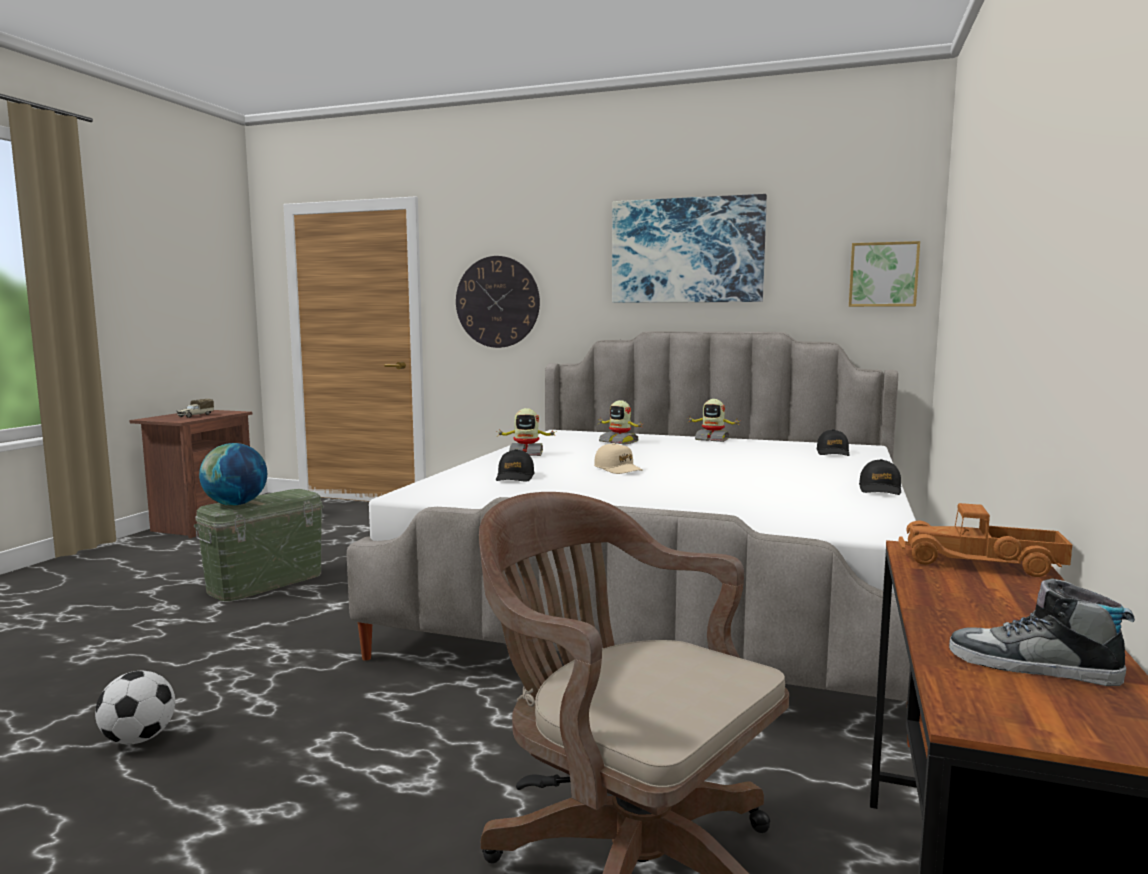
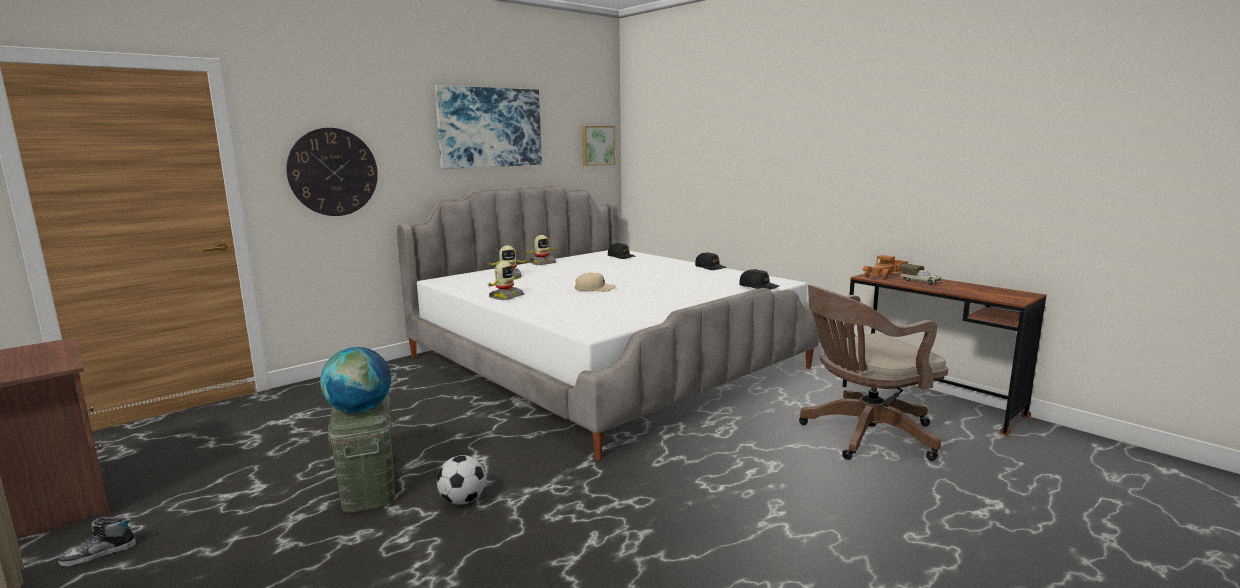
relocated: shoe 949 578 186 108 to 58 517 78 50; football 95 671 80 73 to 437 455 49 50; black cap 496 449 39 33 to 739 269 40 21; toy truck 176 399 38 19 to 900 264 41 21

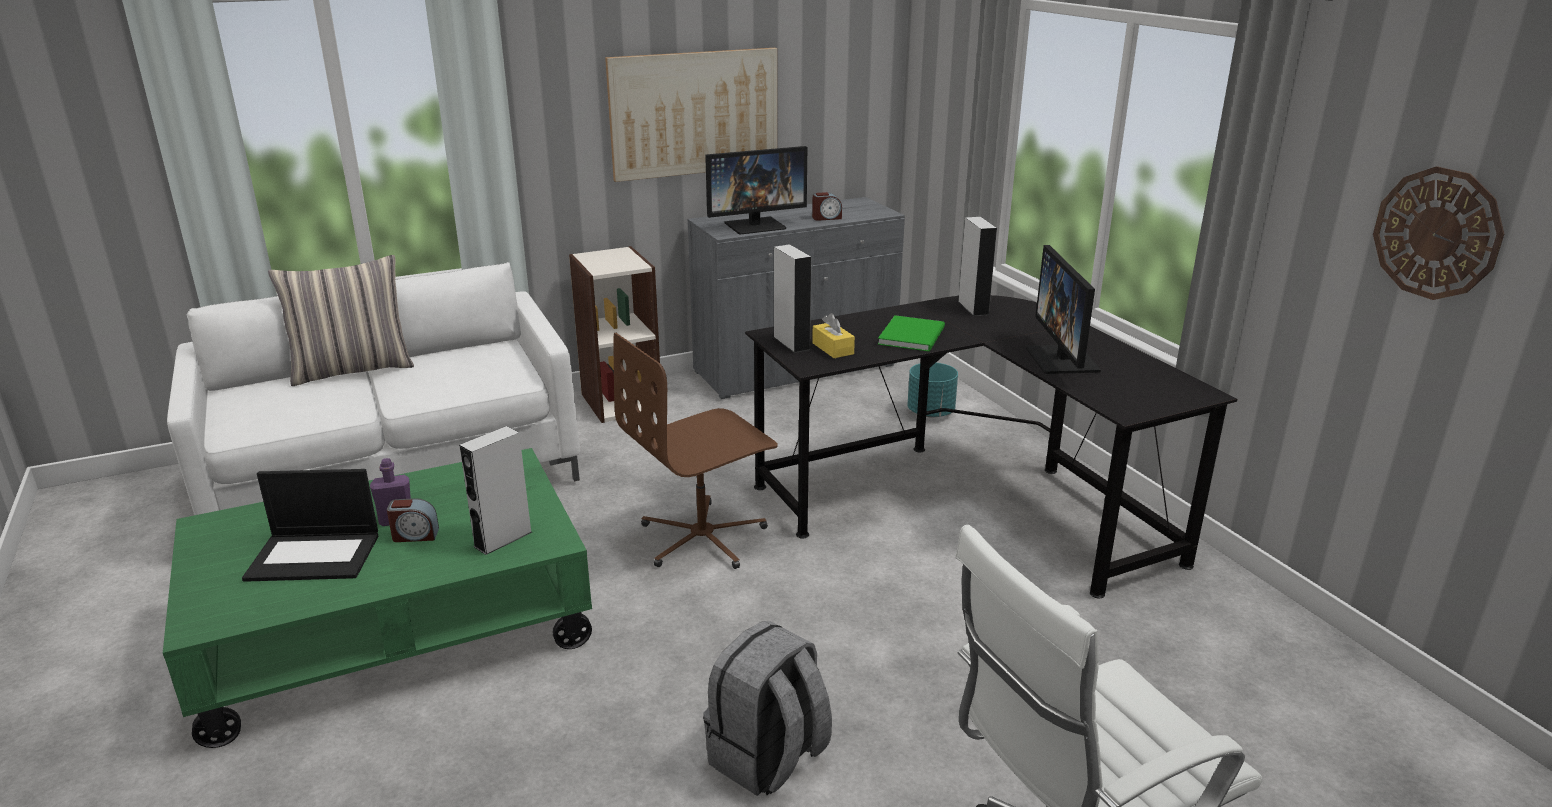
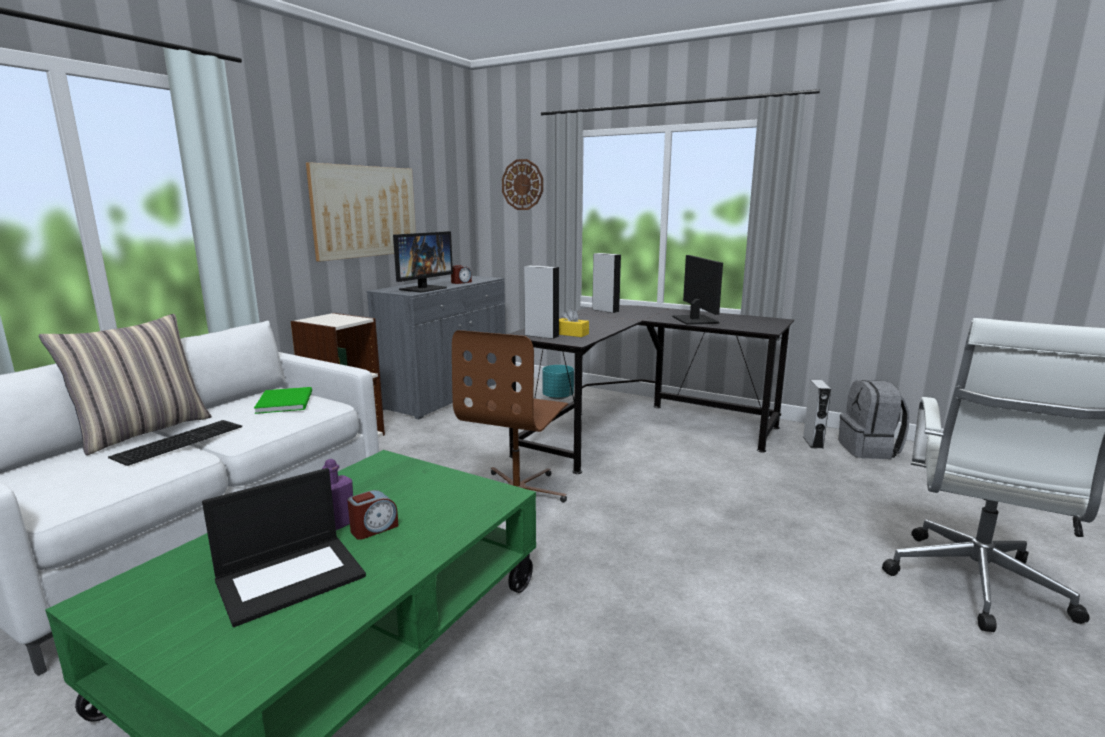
appeared: keyboard 108 420 134 46
relocated: green book 878 315 67 36 to 254 387 58 27; wall clock 1373 166 131 134 to 502 159 41 51; grey speaker 459 426 73 129 to 803 380 28 69; grey backpack 703 621 129 175 to 839 380 70 79
spun: monitor 1026 245 75 129 = 672 255 51 70 150 degrees counterclockwise

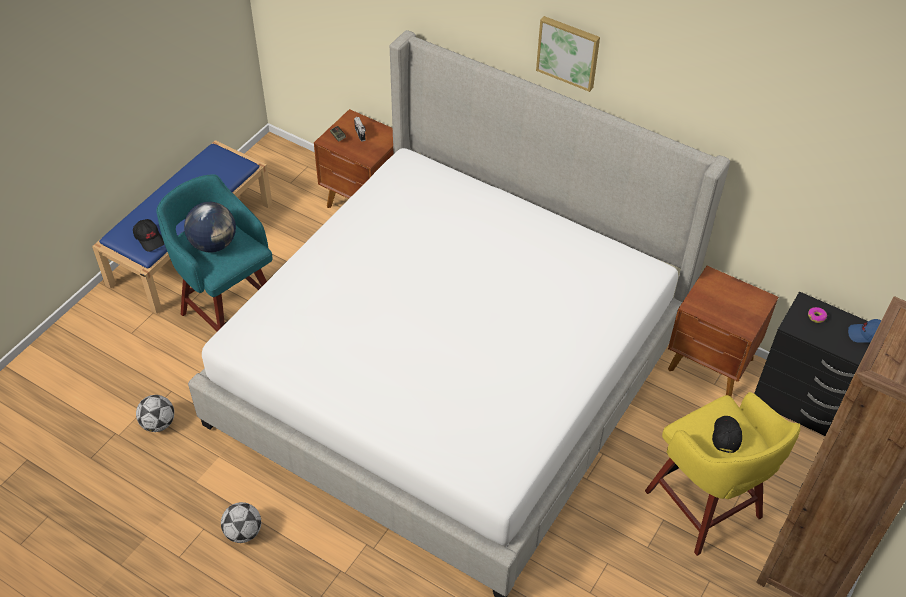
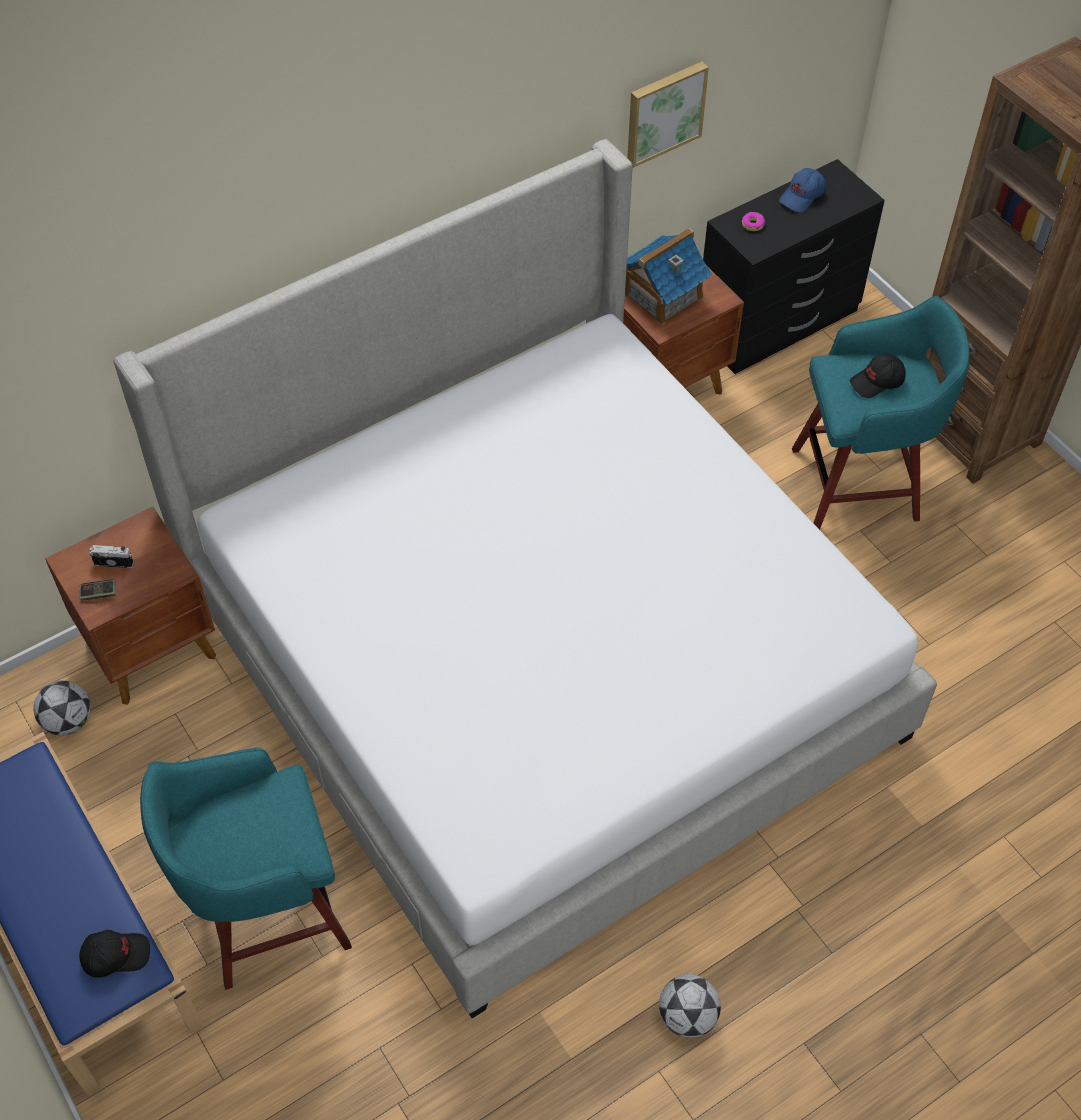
missing: globe 184 202 52 50
appeared: toy house 625 228 87 98
relocated: football 136 395 38 37 to 33 680 58 56; picture 536 16 64 76 to 627 62 82 106
colour: yellow stool 645 392 155 164 to turquoise stool 792 296 178 234
spun: black cap 712 416 30 37 = 850 354 56 44 60 degrees counterclockwise

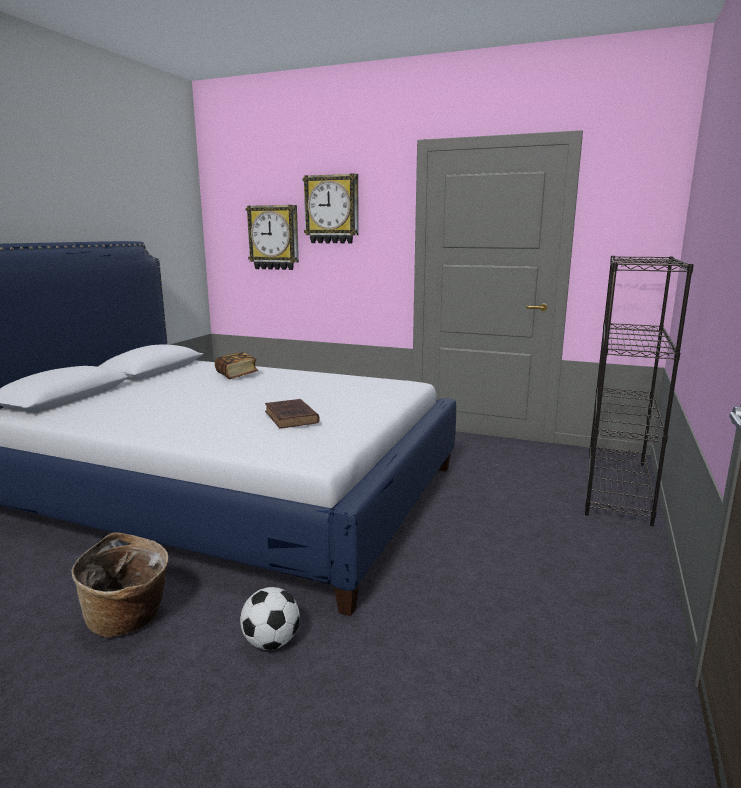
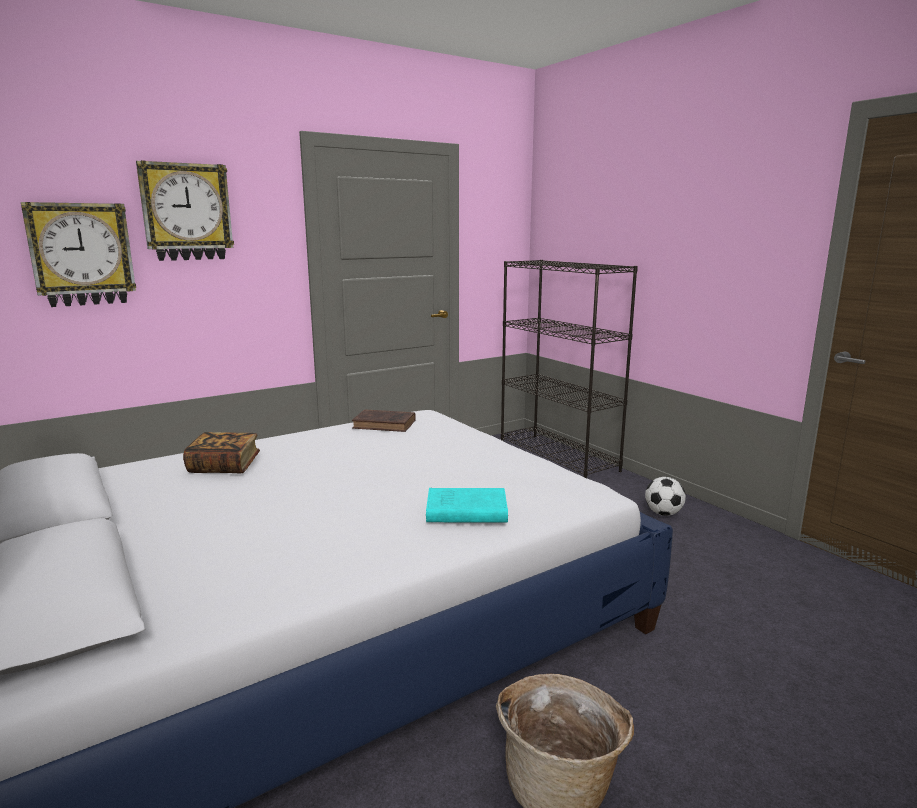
appeared: turquoise book 426 488 82 35
relocated: brown book 265 399 55 29 to 352 409 64 23; football 240 587 60 63 to 645 477 41 39

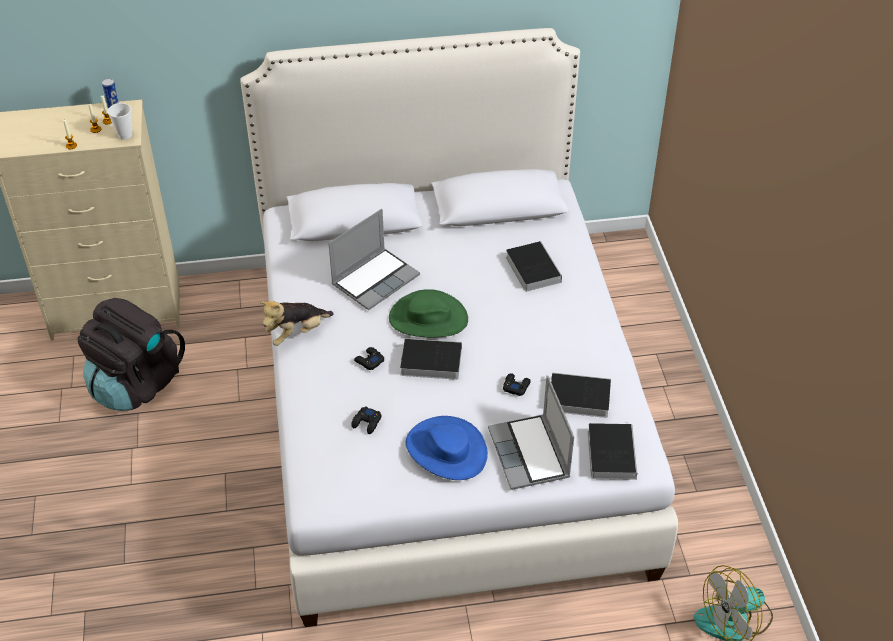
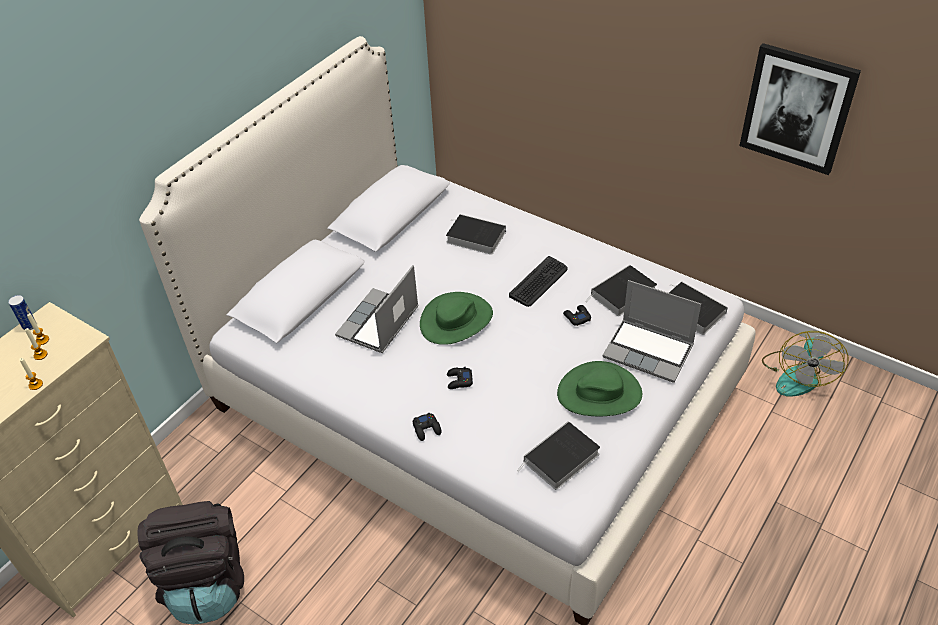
missing: cup 107 103 25 37; plush toy 260 301 73 45
appeared: keyboard 509 256 59 51; picture 739 43 122 132
relocated: black game controller 351 406 30 28 to 413 413 28 28; book 393 338 69 42 to 517 421 83 69
colour: blue hat 406 416 82 64 to green hat 557 361 85 55
spun: laptop 328 209 92 101 = 335 265 84 88 150 degrees counterclockwise

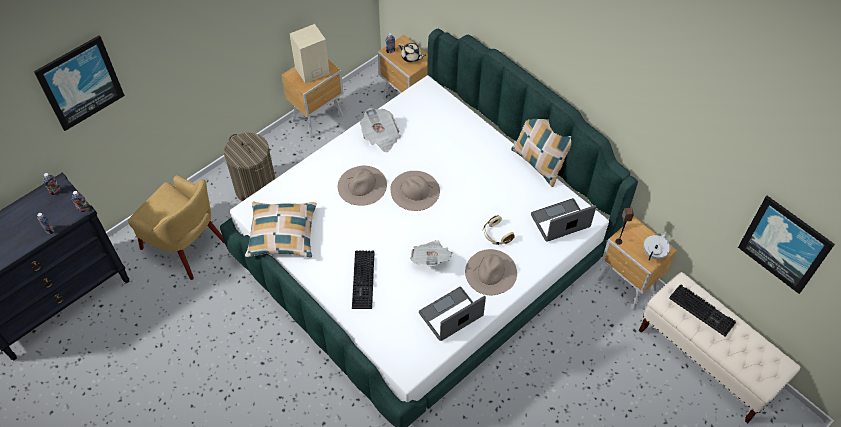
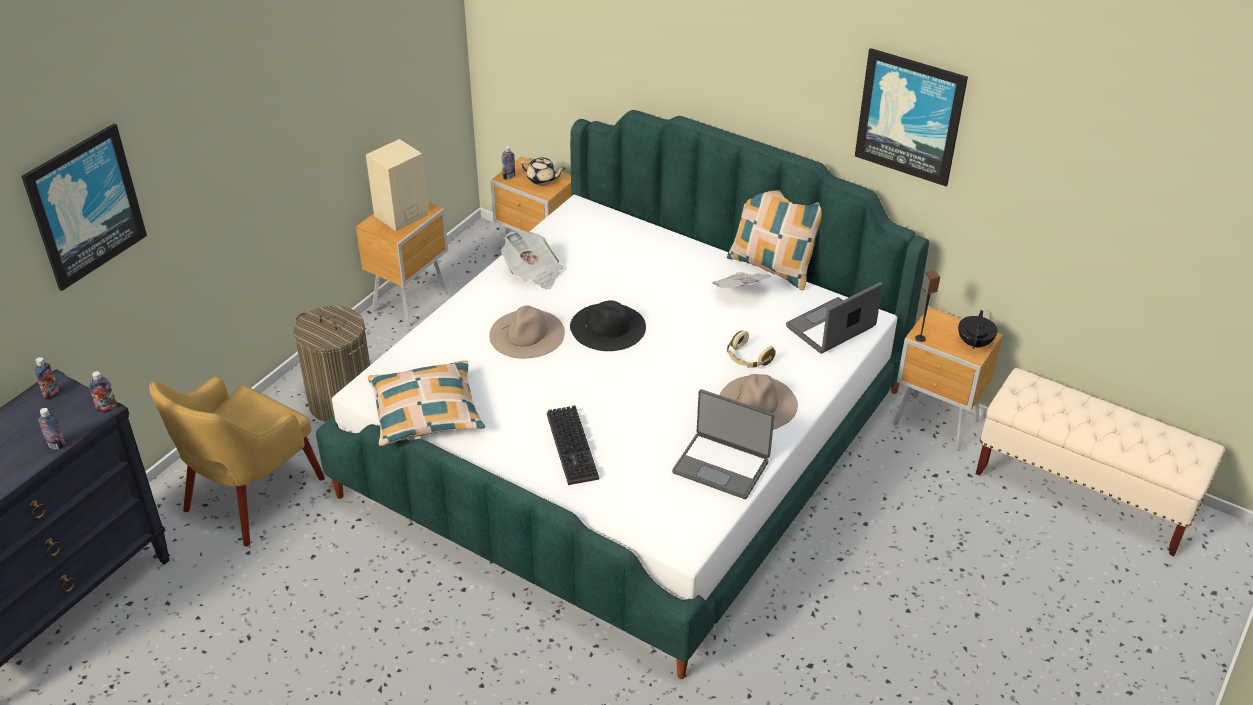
missing: keyboard 669 284 67 53
relocated: newspaper 410 240 43 27 to 712 272 59 16; picture 738 196 97 98 to 855 48 113 138
colour: beige hat 390 171 50 40 to black hat 570 300 76 51; white teapot 644 232 26 29 to black teapot 958 310 40 39
spun: yellow armchair 128 175 97 105 = 149 377 176 169 105 degrees clockwise; laptop 419 287 67 54 = 672 389 102 110 105 degrees counterclockwise

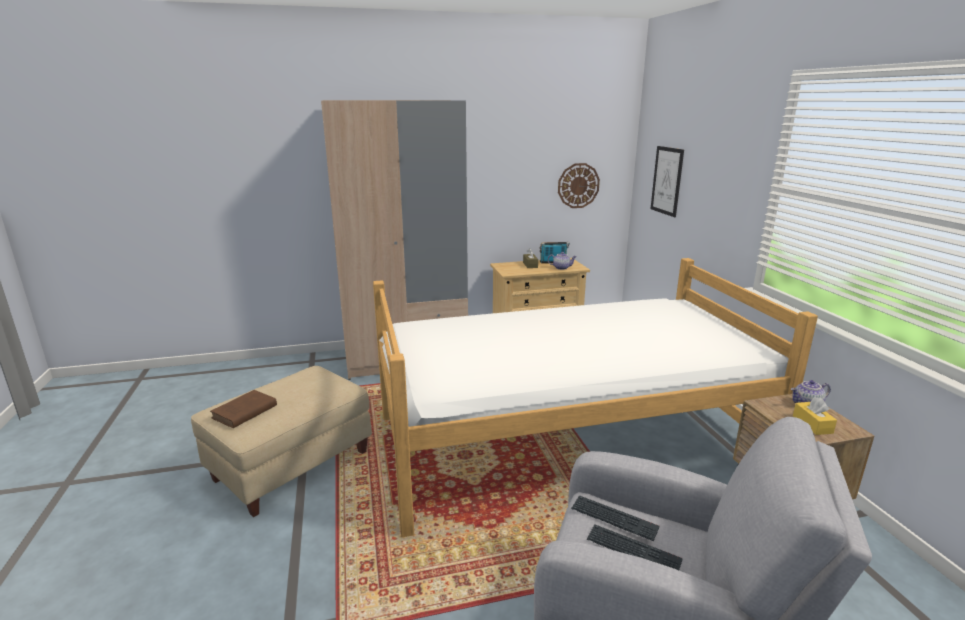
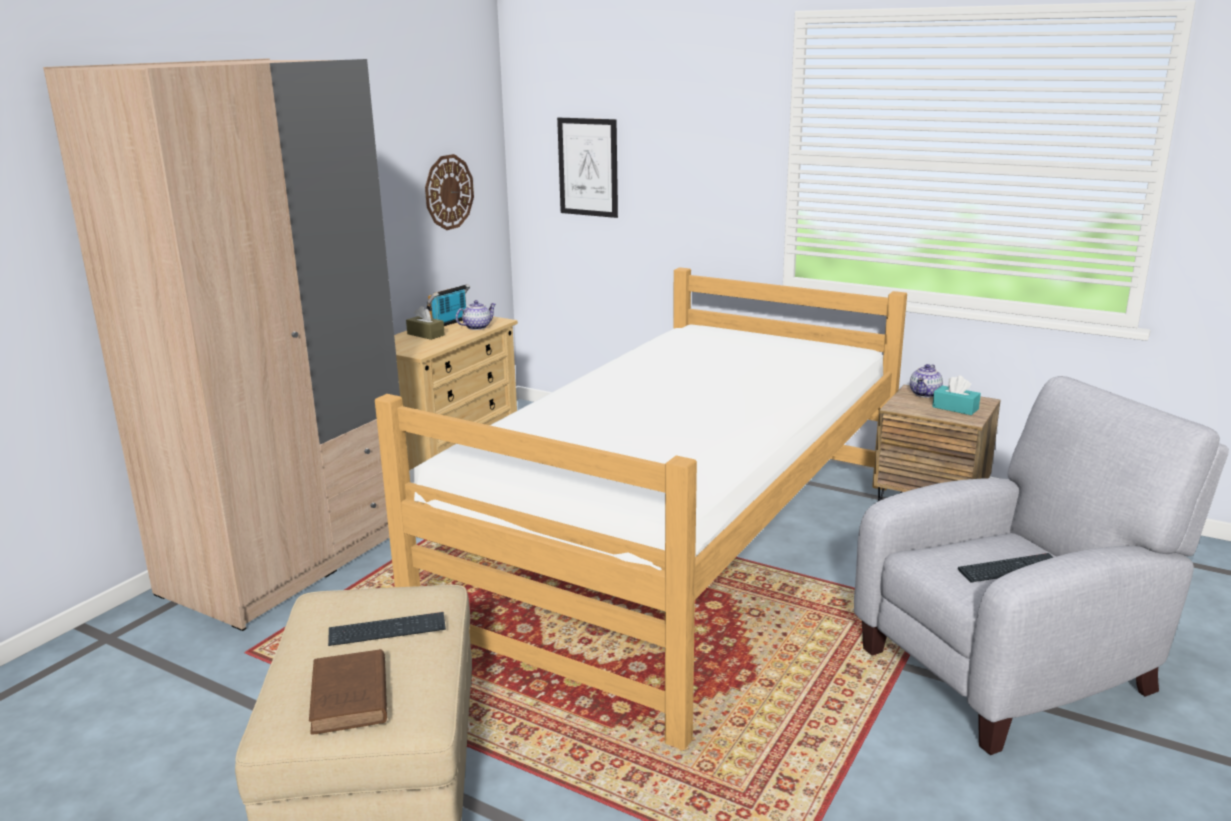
relocated: keyboard 571 495 88 46 to 328 612 118 34
colour: yellow tissue box 793 397 44 38 to turquoise tissue box 932 375 49 40

